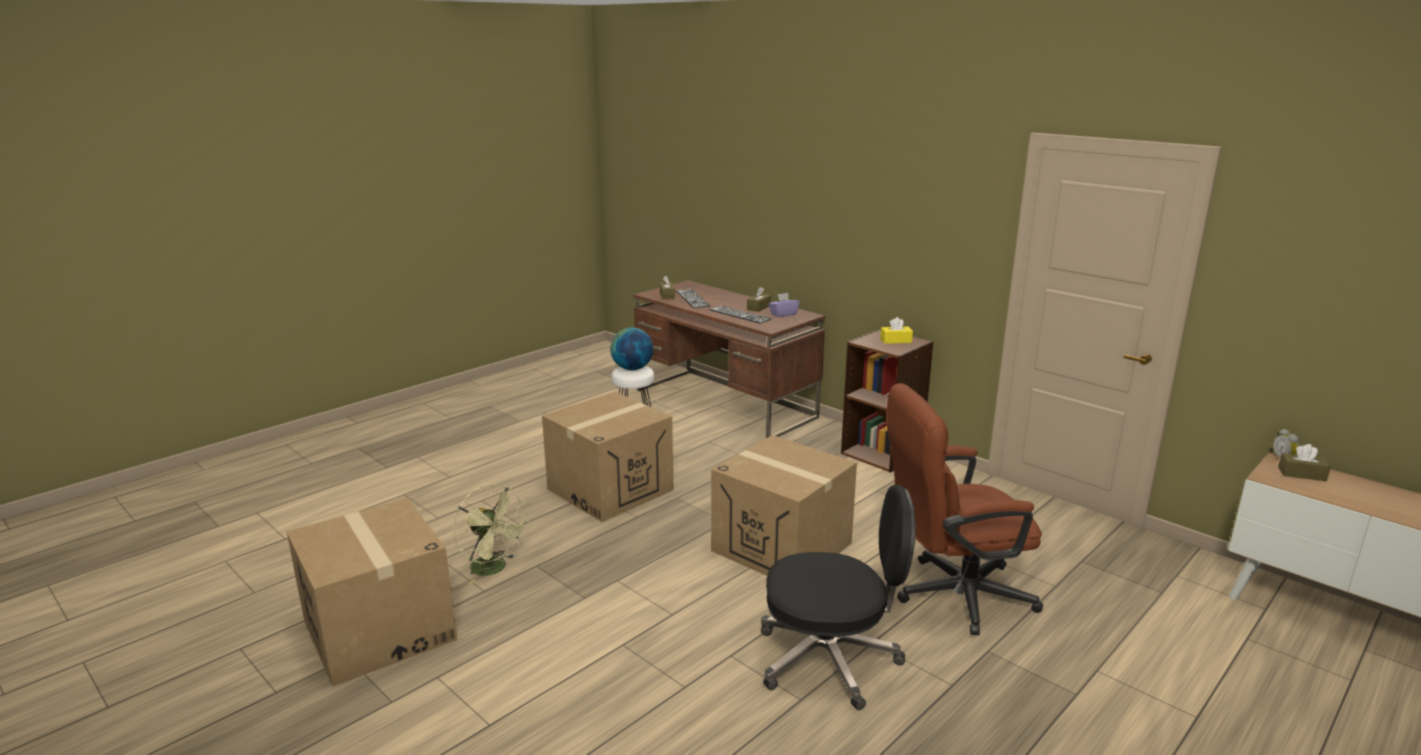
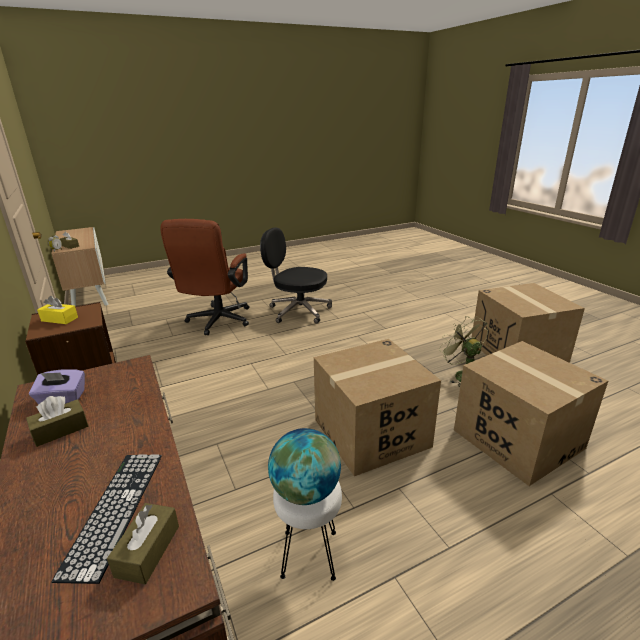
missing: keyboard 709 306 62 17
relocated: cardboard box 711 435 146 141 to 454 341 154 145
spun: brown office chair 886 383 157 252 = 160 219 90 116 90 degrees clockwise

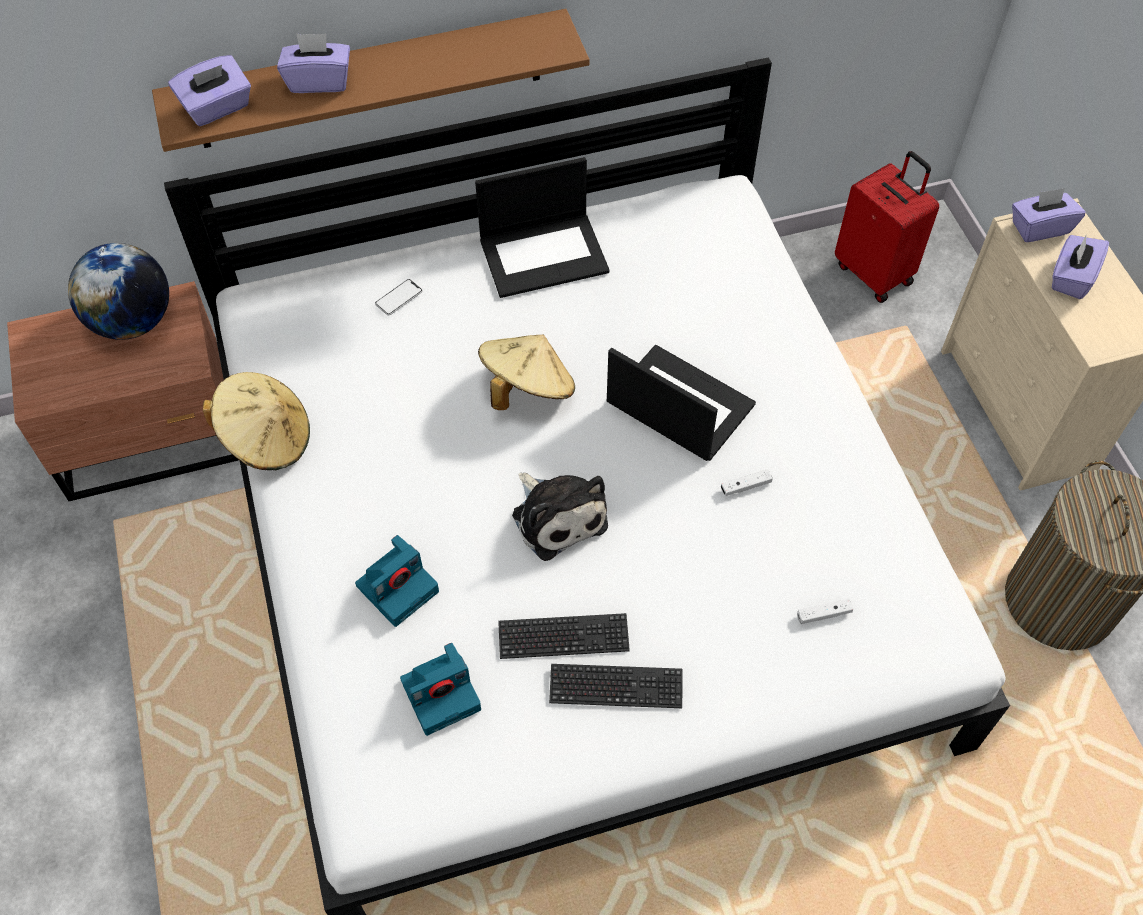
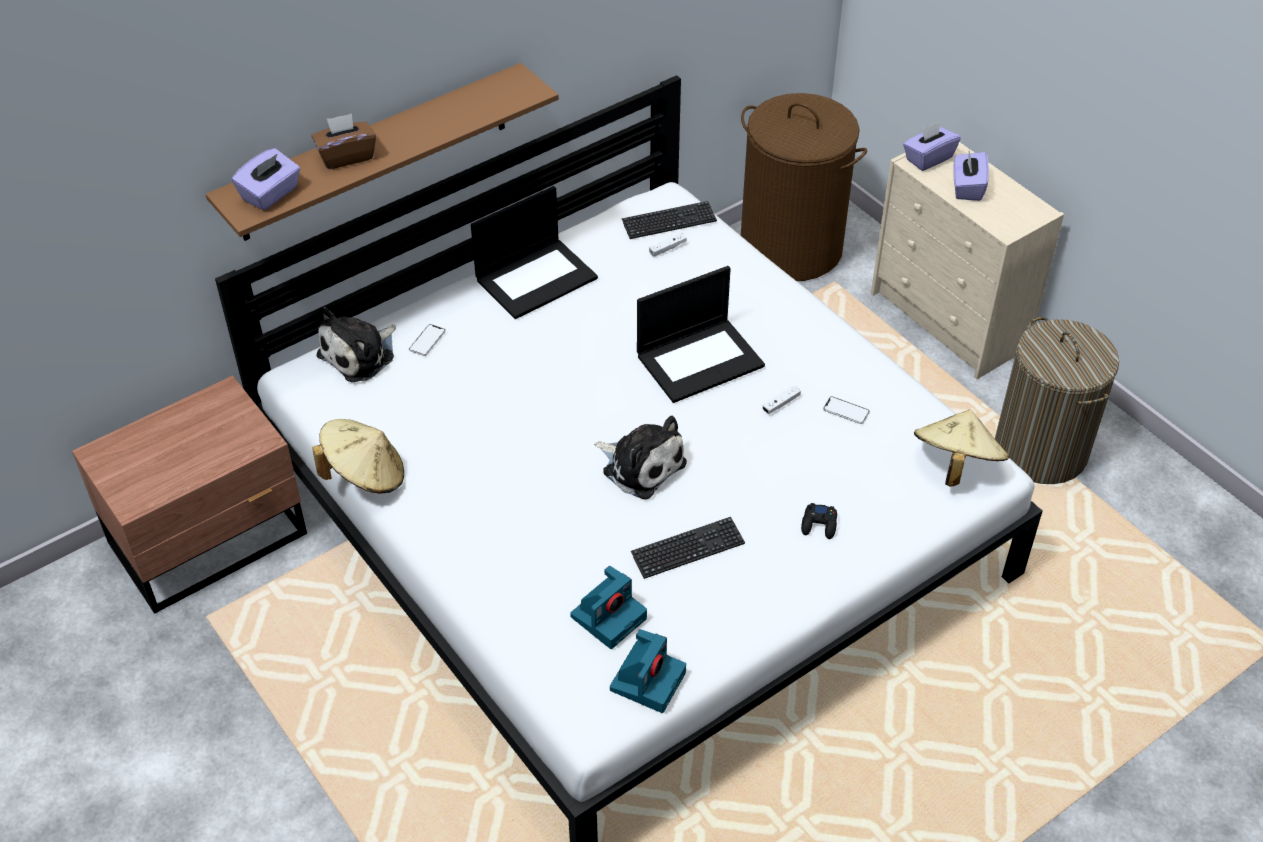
missing: globe 68 243 101 97
appeared: plush toy 316 307 80 75; black game controller 801 503 36 36; phone 823 396 47 28
relocated: photo camera 355 535 84 92 to 610 629 76 84; keyboard 549 664 133 44 to 622 201 95 38; white game controller 797 599 56 25 to 649 233 38 24; beige hat 478 334 97 76 to 914 409 95 77
exchanged: red suitcase 835 151 104 152 to brown laundry basket 741 93 126 188
colour: purple tissue box 277 33 73 60 to brown tissue box 311 114 65 55
spun: laptop 607 345 149 116 = 637 266 128 137 135 degrees clockwise

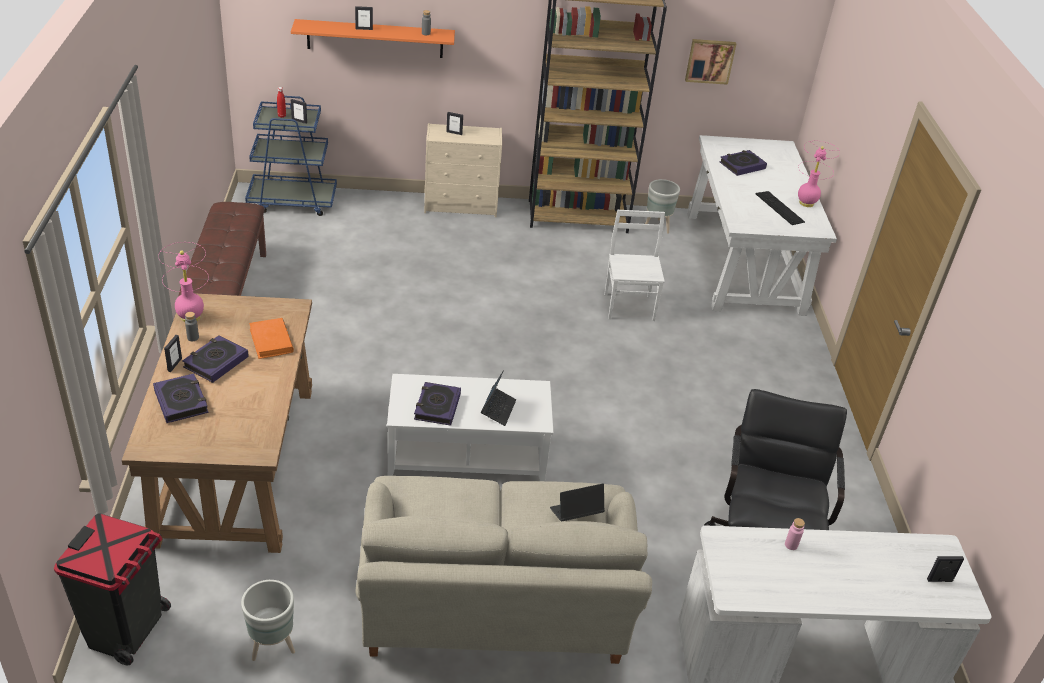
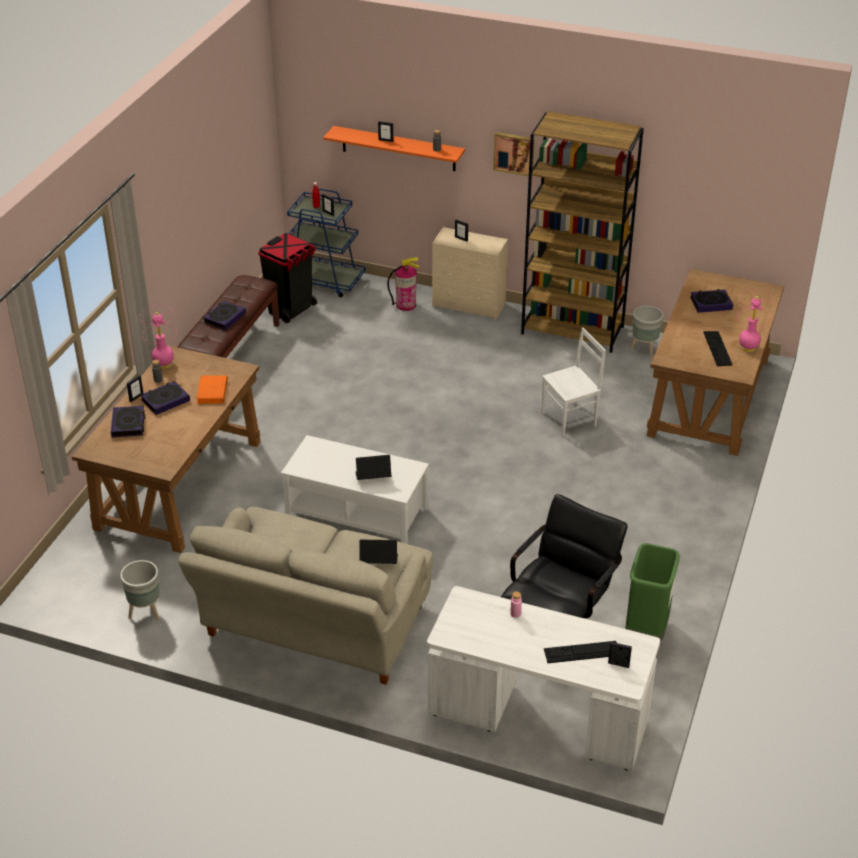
appeared: fire extinguisher 387 257 33 54; keyboard 544 641 73 22; green trash can 625 543 55 98
relocated: book 414 382 47 44 to 203 301 43 29; black trash can 54 514 117 151 to 258 233 59 90; picture 685 39 51 46 to 493 132 42 44
colour: white desk 687 135 150 181 to brown desk 646 269 138 187
spun: laptop 481 370 35 56 = 355 455 36 25 135 degrees counterclockwise; white chair 604 210 61 111 = 542 327 64 110 45 degrees clockwise

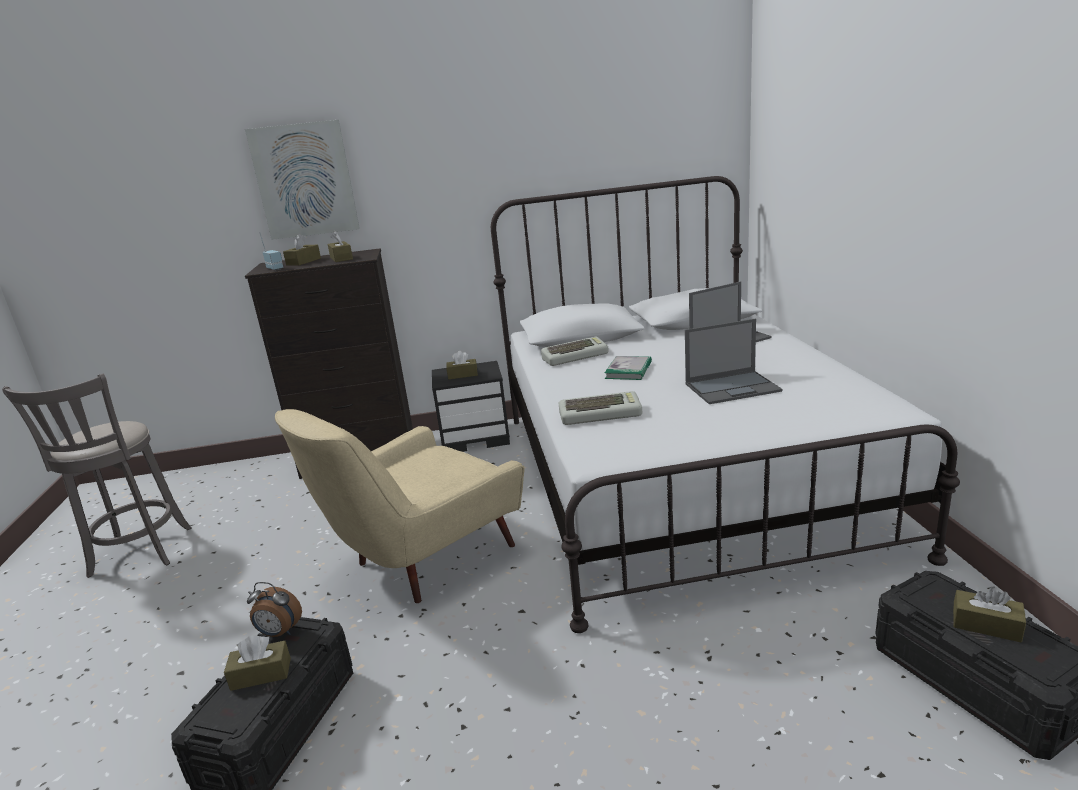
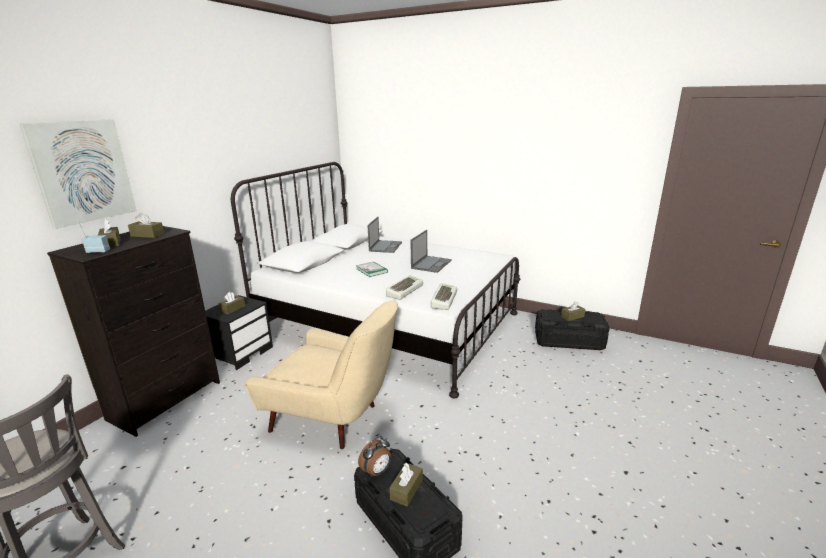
relocated: keyboard 541 337 68 29 to 431 283 26 27
spun: beige armchair 275 409 250 194 = 244 300 154 149 60 degrees counterclockwise

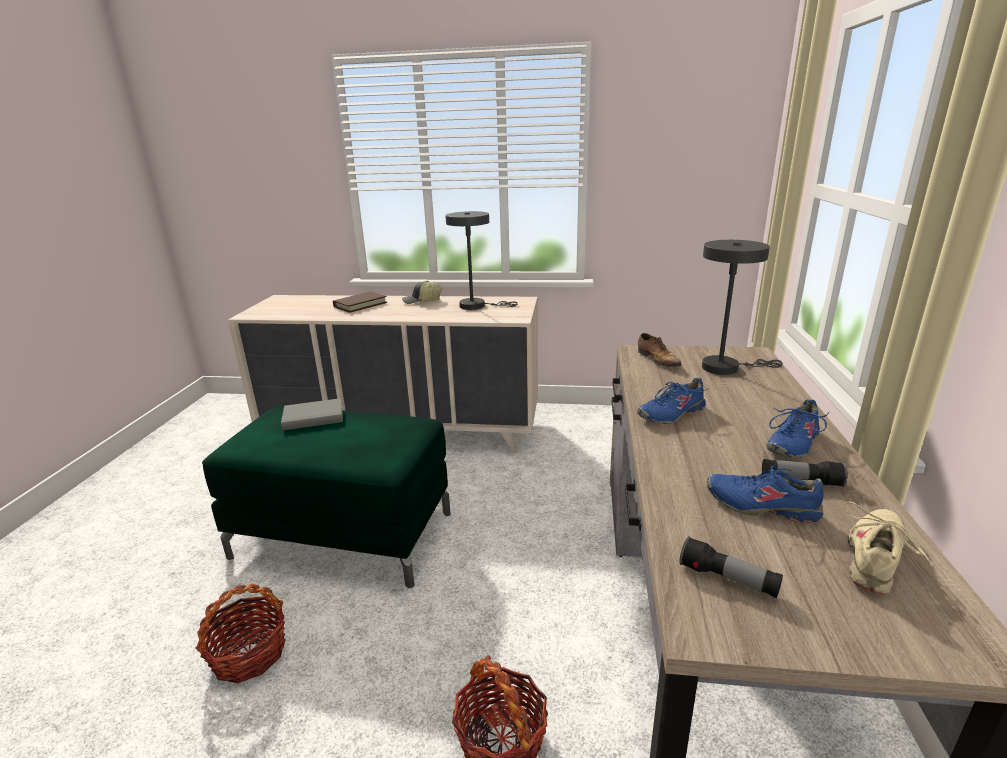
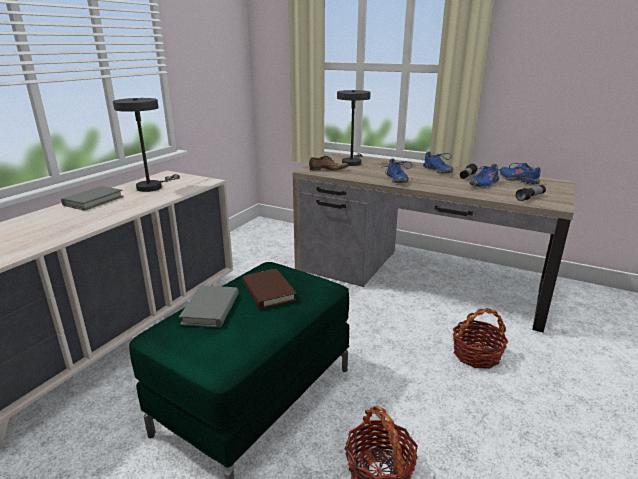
relocated: brown book 333 292 54 21 to 242 269 55 40
exchanged: cap 402 281 40 23 to grey book 61 186 63 24
colour: beige shoe 844 502 89 93 to blue shoe 500 163 41 22

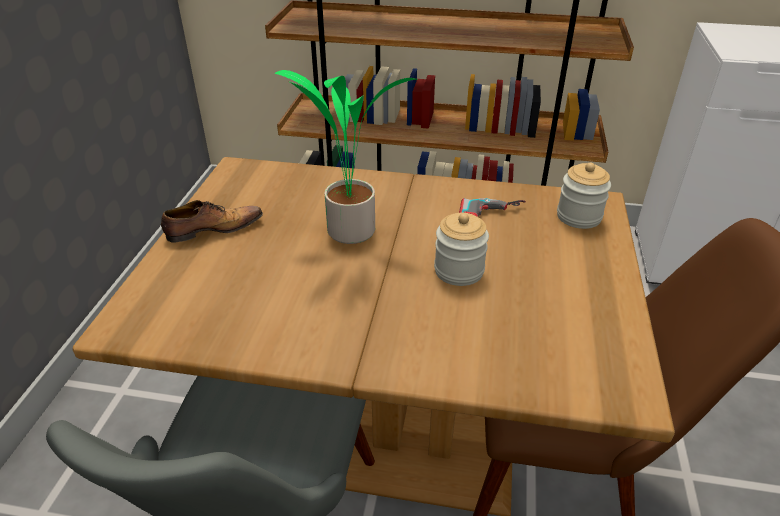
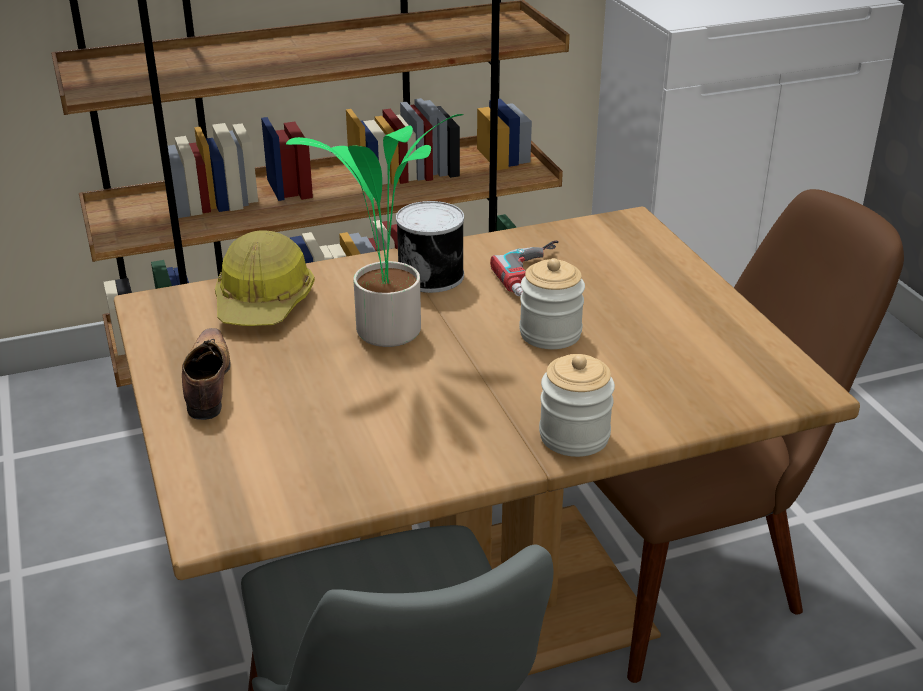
appeared: hard hat 215 230 100 96; can 396 201 68 92
relocated: jar 557 163 54 66 to 539 354 76 103
spun: shoe 161 200 102 43 = 182 328 49 92 45 degrees counterclockwise

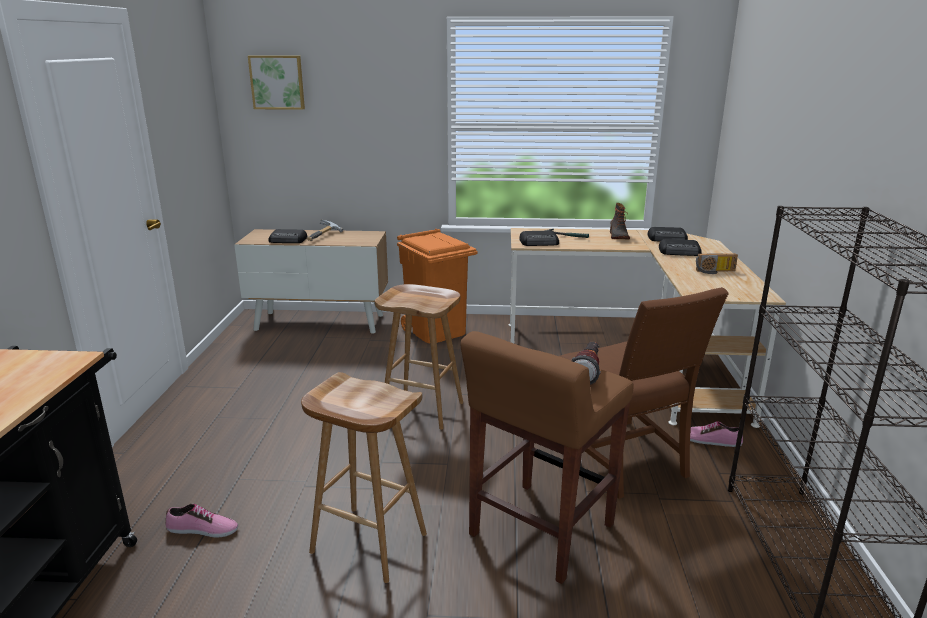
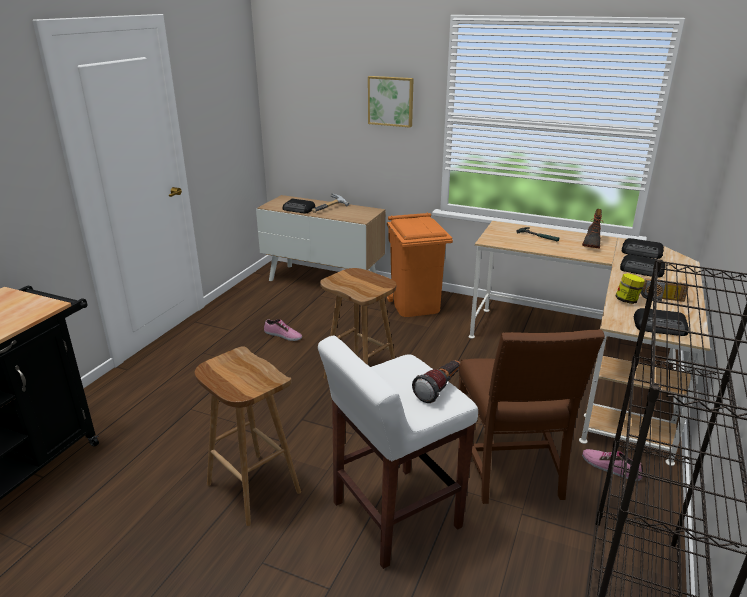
appeared: jar 615 273 30 31
relocated: shoe 166 504 72 34 to 264 319 38 22; picture 248 56 57 54 to 368 76 46 52; radio 519 230 40 16 to 634 308 55 28
colour: brown stool 460 331 174 253 to white stool 318 335 160 234

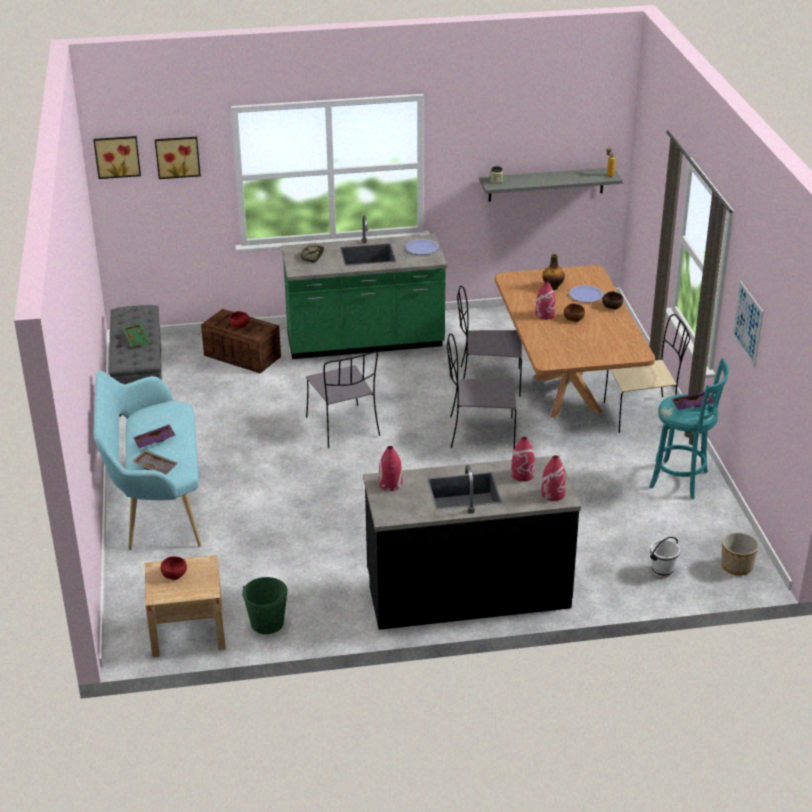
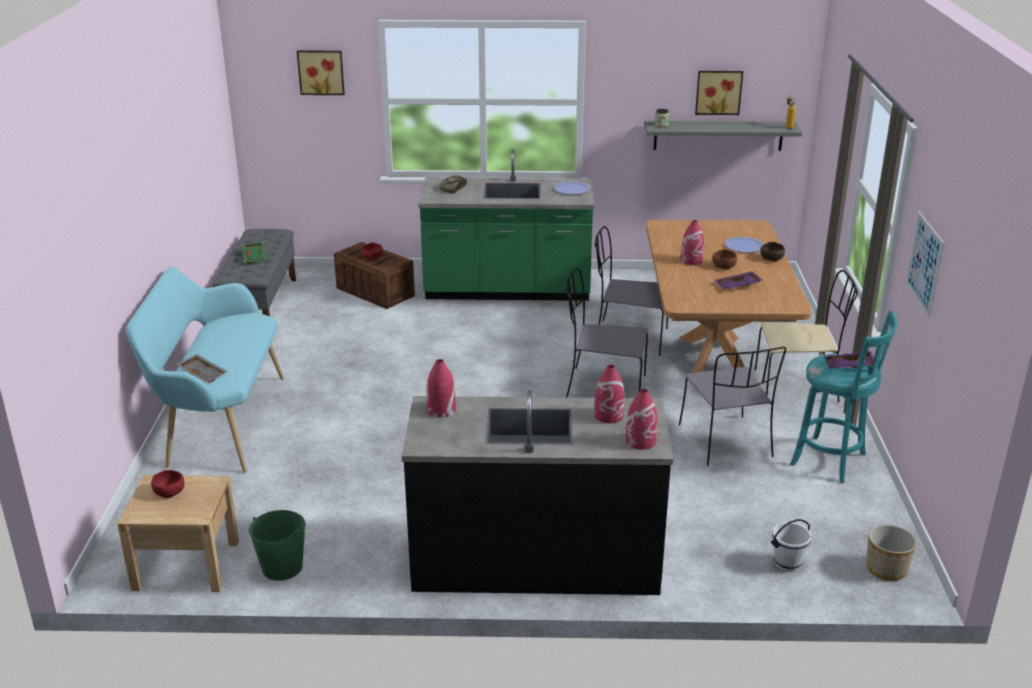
missing: bottle 542 254 23 36
relocated: grey chair 306 351 74 97 to 679 347 107 119; picture 93 136 48 43 to 695 71 48 44; purple tray 133 424 43 24 to 715 271 48 18

